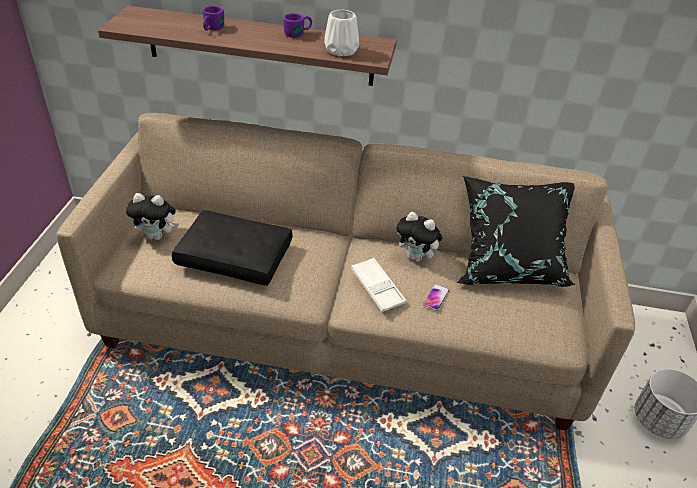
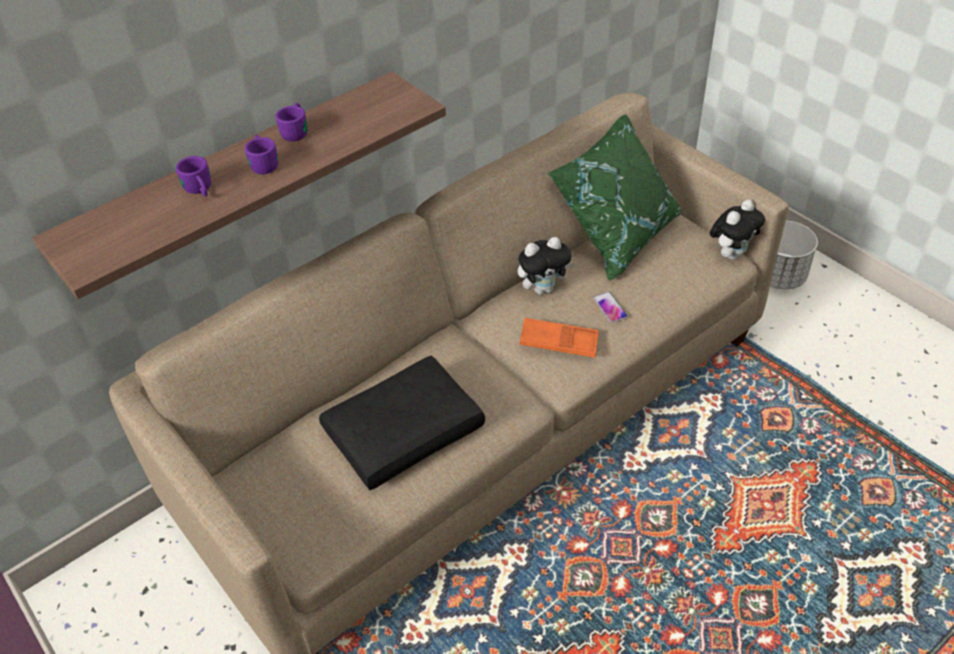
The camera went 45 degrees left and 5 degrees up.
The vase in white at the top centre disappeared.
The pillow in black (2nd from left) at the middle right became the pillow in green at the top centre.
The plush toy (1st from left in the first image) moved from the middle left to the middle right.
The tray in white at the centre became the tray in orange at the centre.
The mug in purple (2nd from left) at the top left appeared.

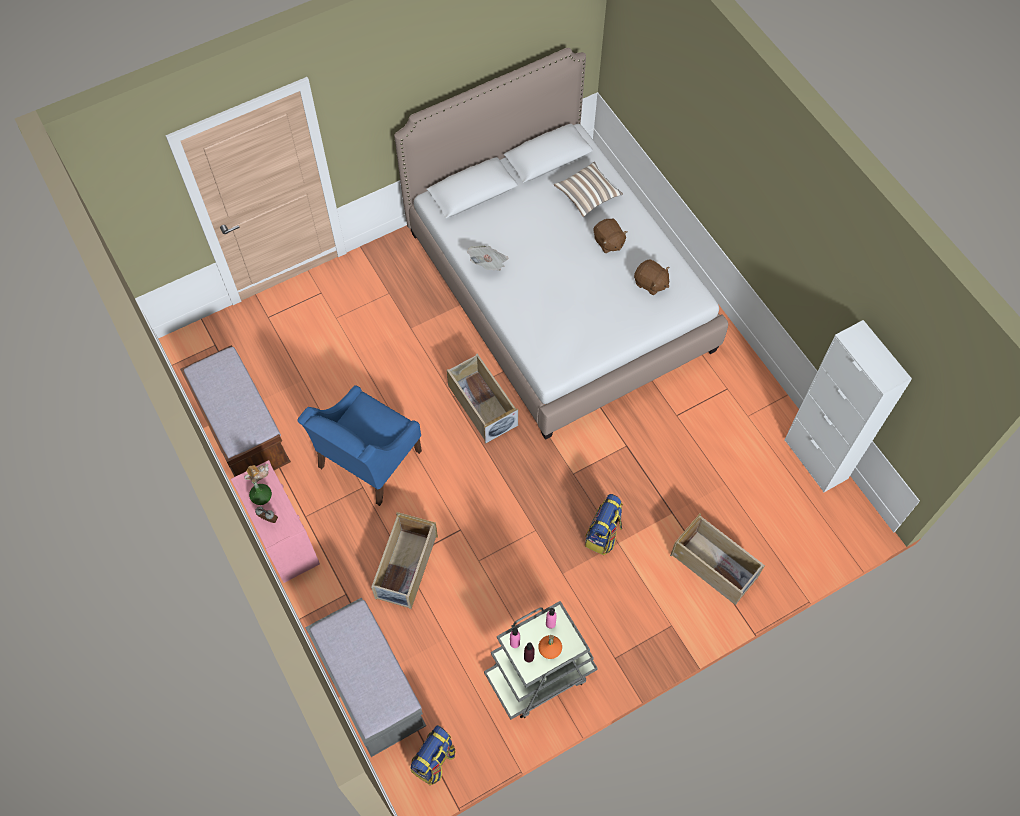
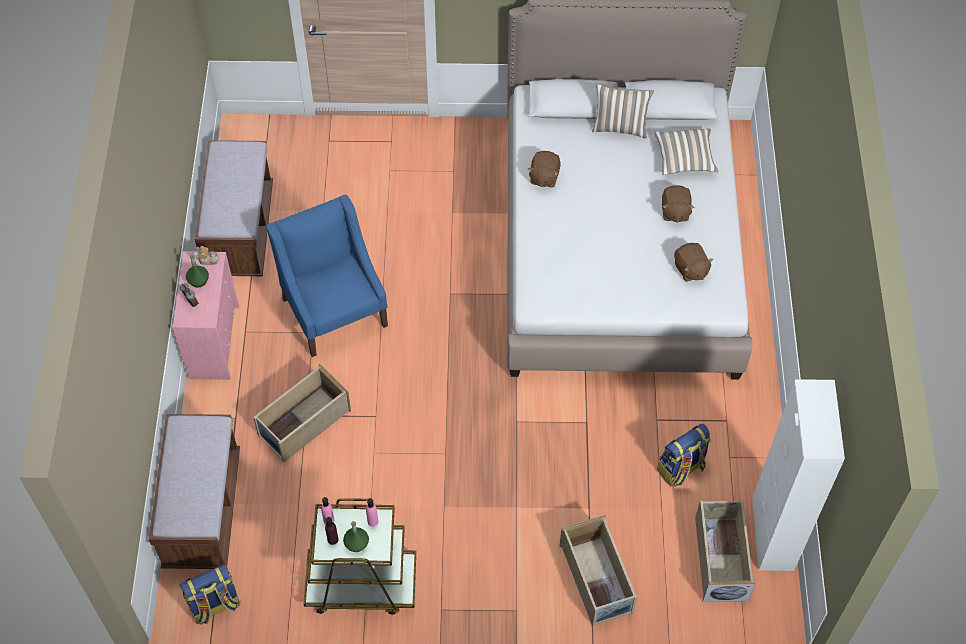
The camera went 30 degrees right and 5 degrees down.
The newspaper at the top centre was replaced by the plush toy in brown (1st from left) at the top centre.
The storage box in beige (2nd from left in the first image) moved from the centre to the bottom right.
The armchair in blue at the centre turned 90 degrees clockwise.
The backpack (2nd from left) moved from the centre to the bottom right.
The bench in grey at the bottom centre became the bench in brown (1st from left) at the bottom left.
The cart in grey at the bottom centre became the cart in brown at the bottom centre.
The bottle in orange at the bottom centre became the bottle in green (2nd from left) at the bottom centre.
The pillow (1st from left) at the top centre appeared.

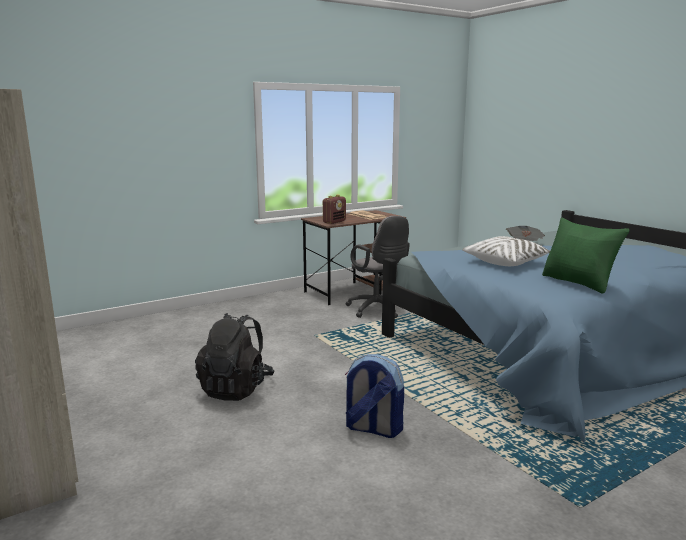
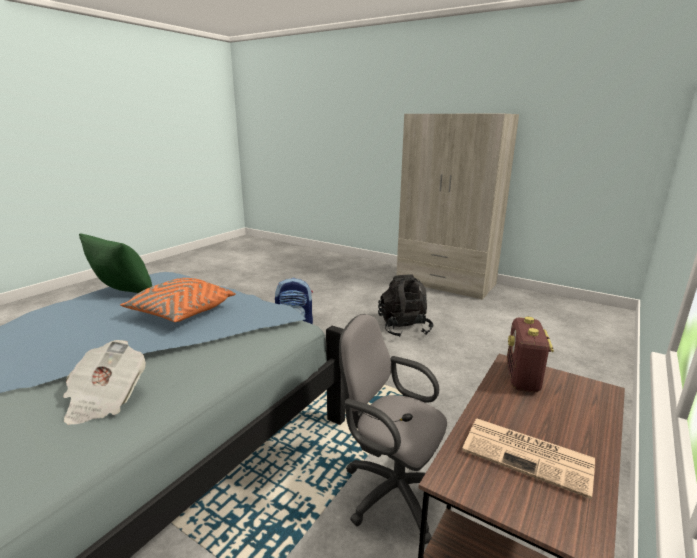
The camera went 155 degrees right and 5 degrees up.
The pillow in white at the middle right became the pillow in orange at the middle left.

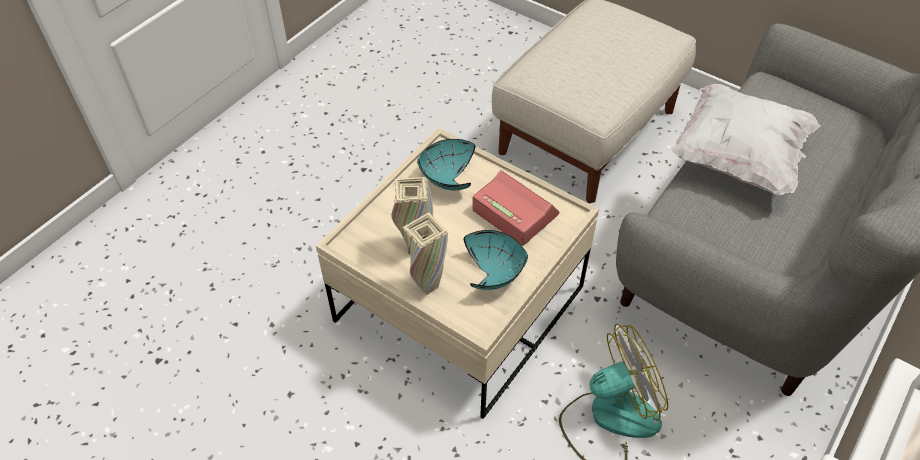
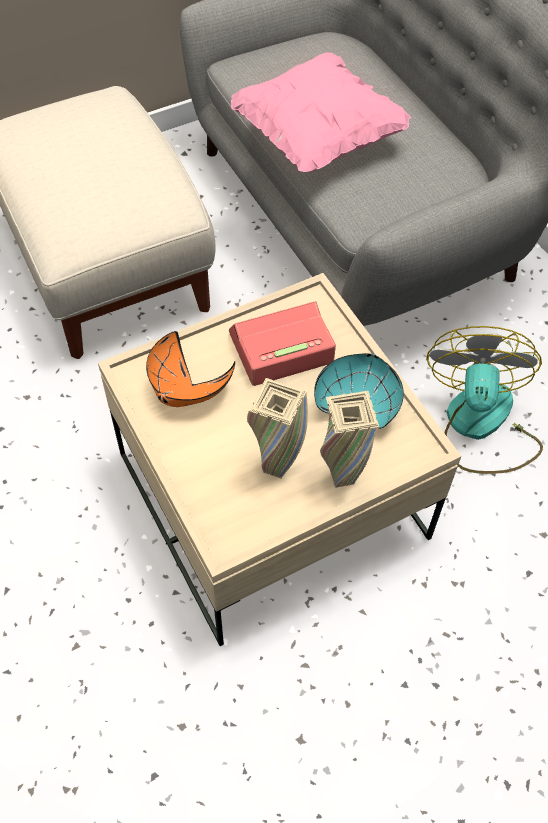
The camera went 65 degrees left and 5 degrees up.
The pillow in white at the top right became the pillow in pink at the top centre.
The bowl in turquoise (1st from left) at the centre became the bowl in orange at the centre.

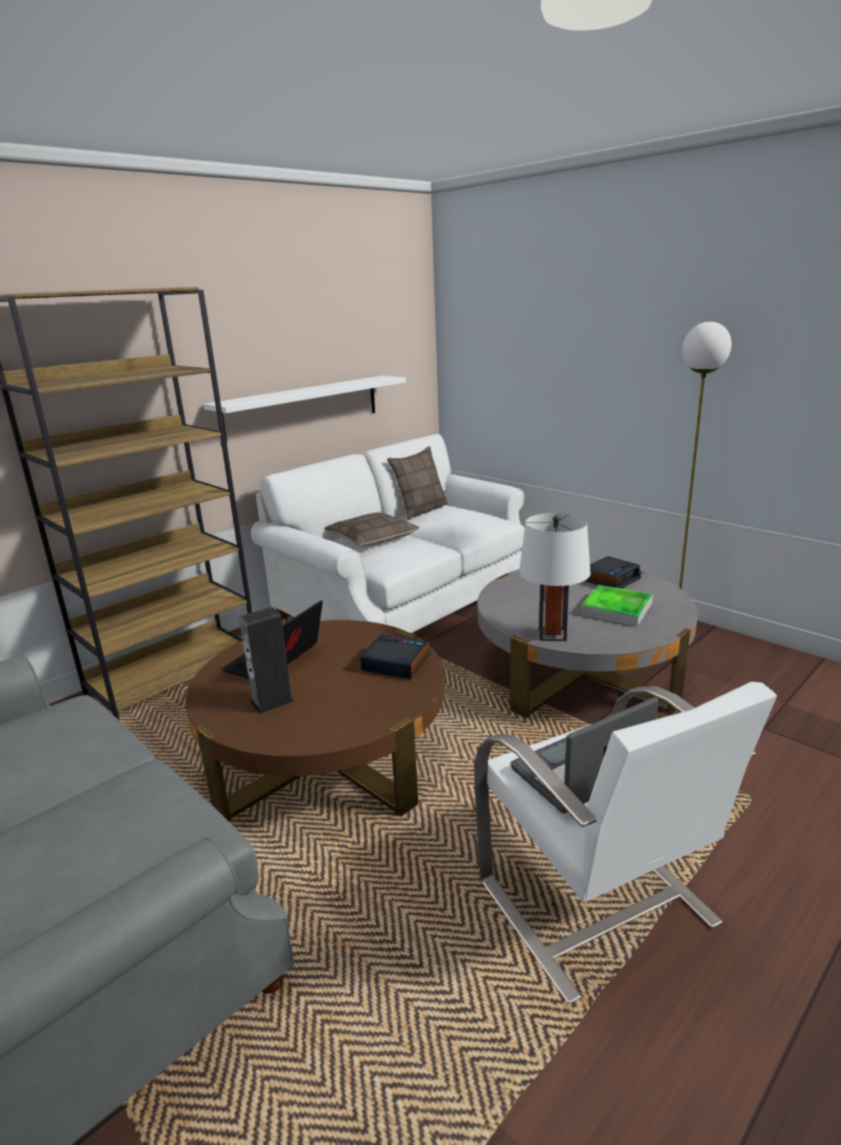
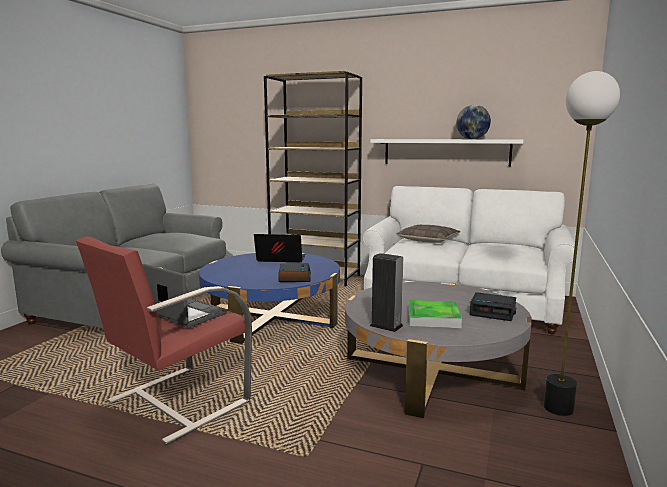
The camera went 65 degrees right and 10 degrees down.
The pillow (2nd from left) at the centre disappeared.
The table lamp in white at the centre disappeared.
The speaker moved from the middle left to the centre.
The coffee table in brown at the centre became the coffee table in blue at the centre.
The armchair in white at the bottom right became the armchair in red at the bottom left.
The globe at the top right appeared.

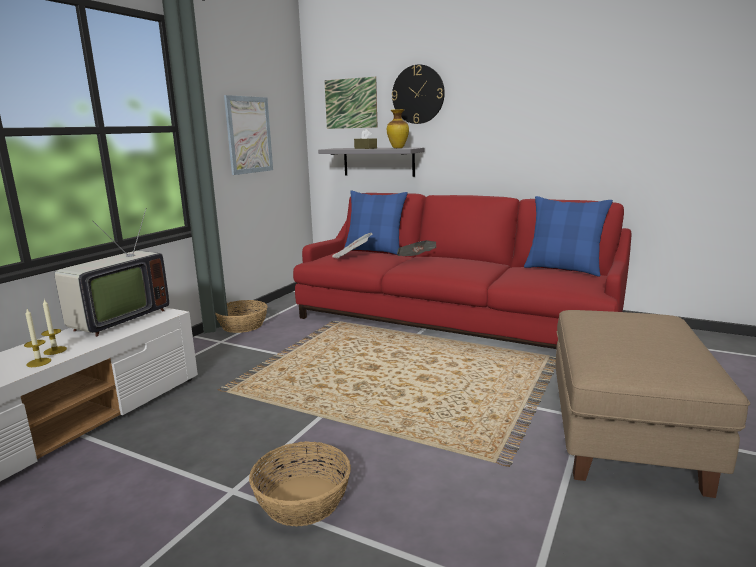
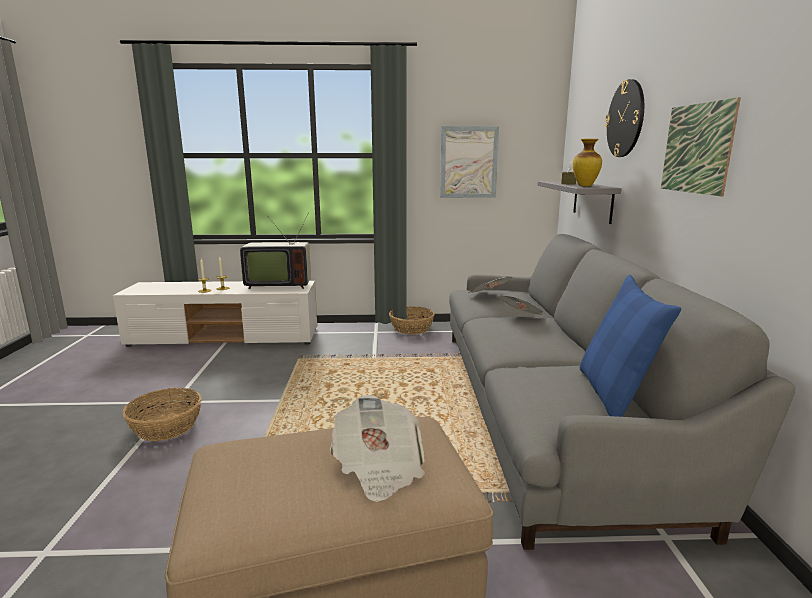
The camera went 60 degrees right and 0 degrees up.
The picture (2nd from left) moved from the top centre to the top right.
The pillow in blue (1st from left) at the centre disappeared.
The sofa in red at the centre became the sofa in grey at the middle right.
The newspaper (1st from left) at the bottom centre appeared.

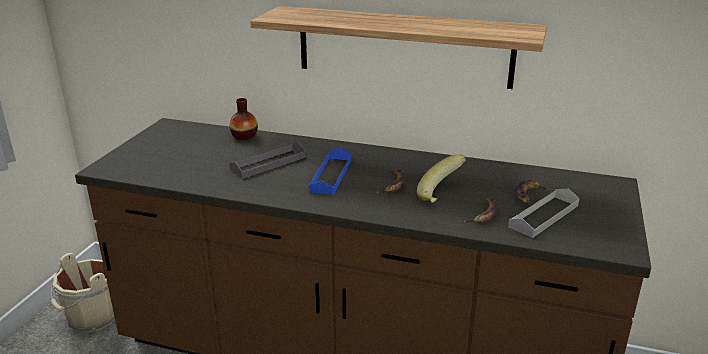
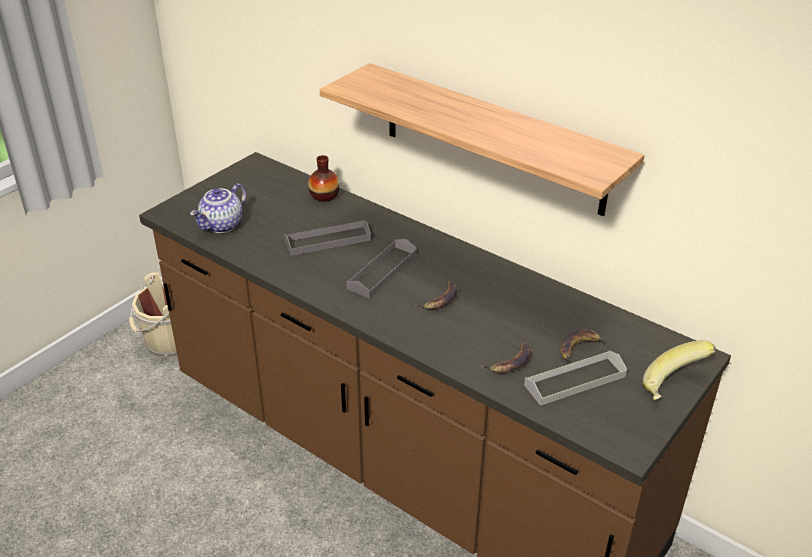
The camera went 20 degrees right and 10 degrees up.
The tray in blue at the centre became the tray in grey (2nd from left) at the centre.
The banana (2nd from left in the first image) moved from the centre to the middle right.
The teapot at the middle left appeared.

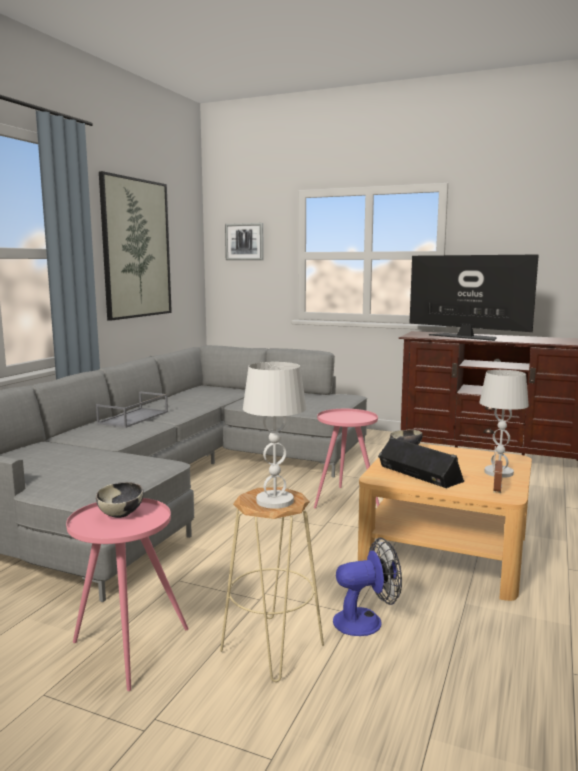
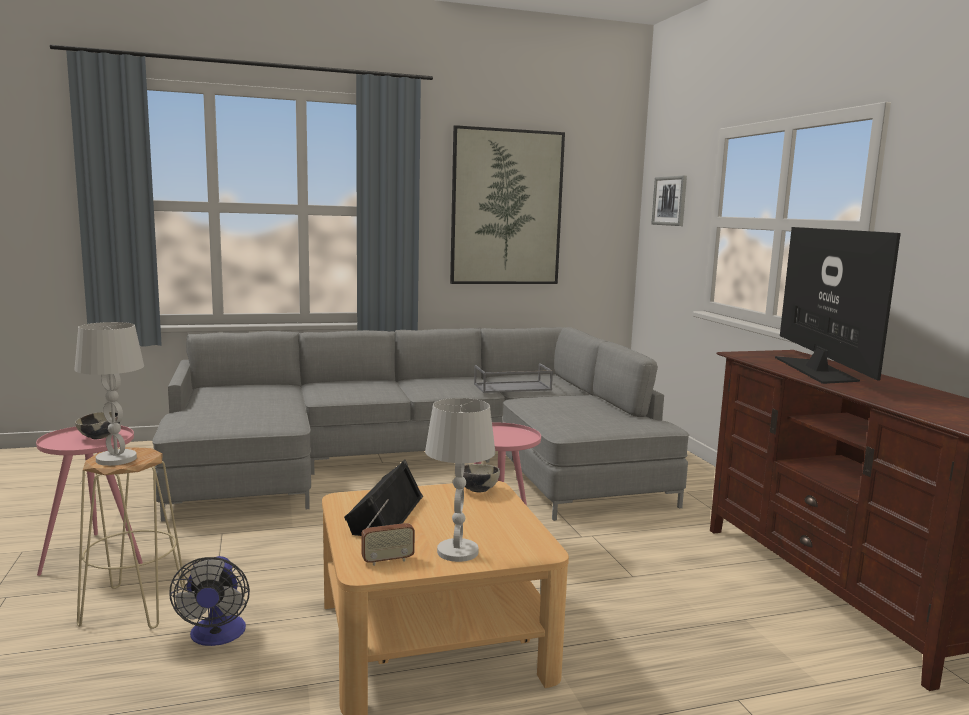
The camera went 50 degrees right and 0 degrees up.
The tray in grey moved from the middle left to the centre.
The fan at the bottom centre turned 45 degrees clockwise.

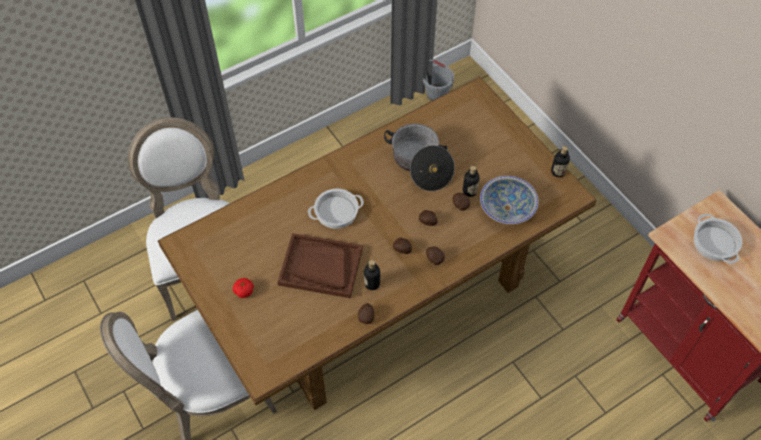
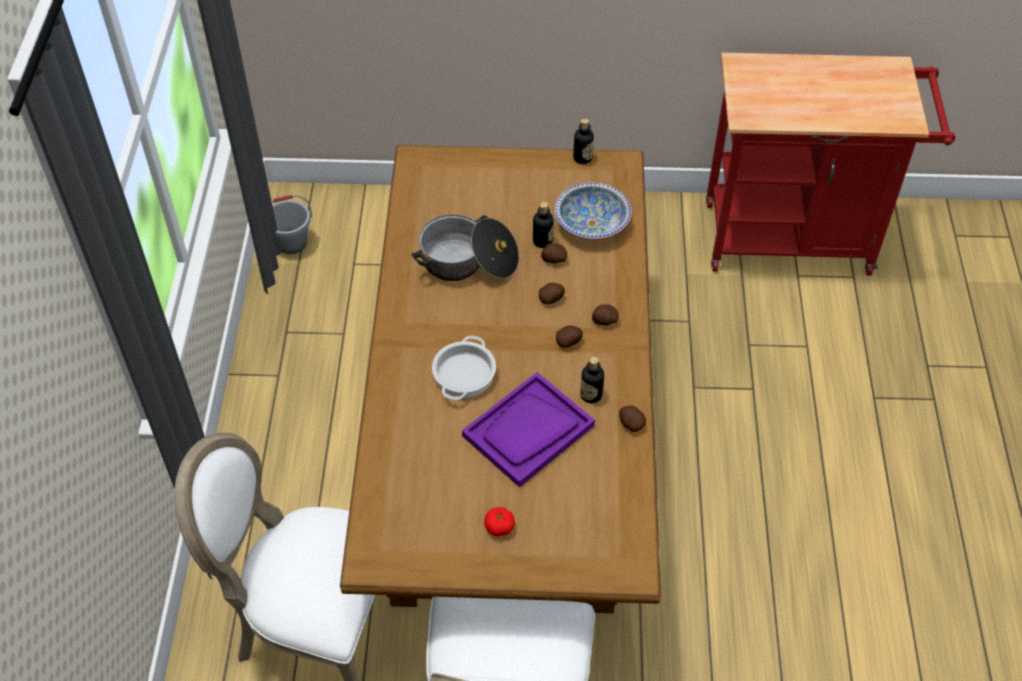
The camera went 55 degrees left and 5 degrees down.
The cooking pot (3rd from left) at the middle right disappeared.
The tray in brown at the centre became the tray in purple at the centre.

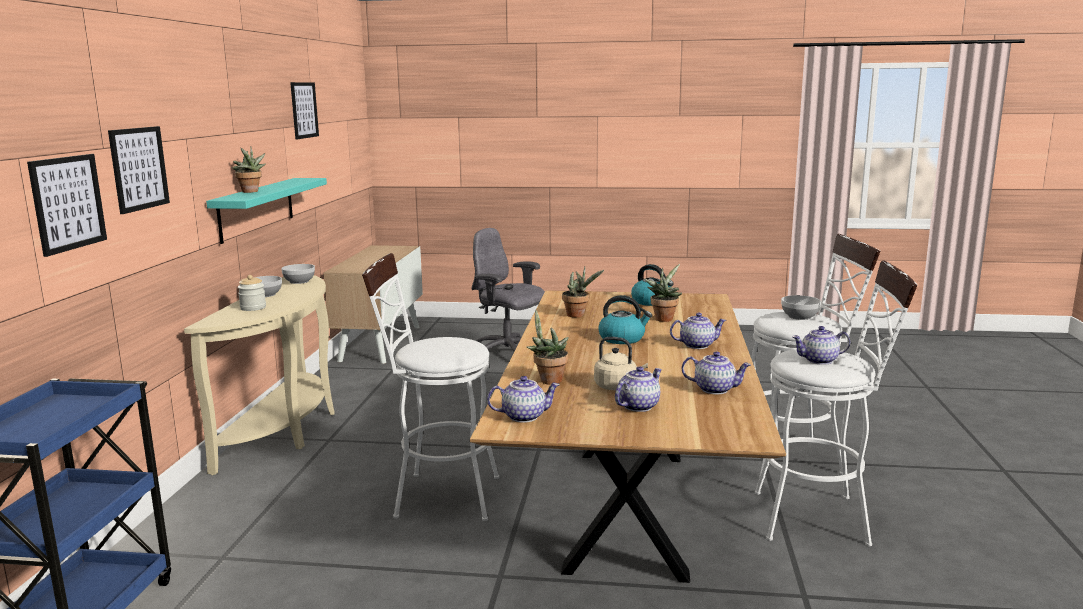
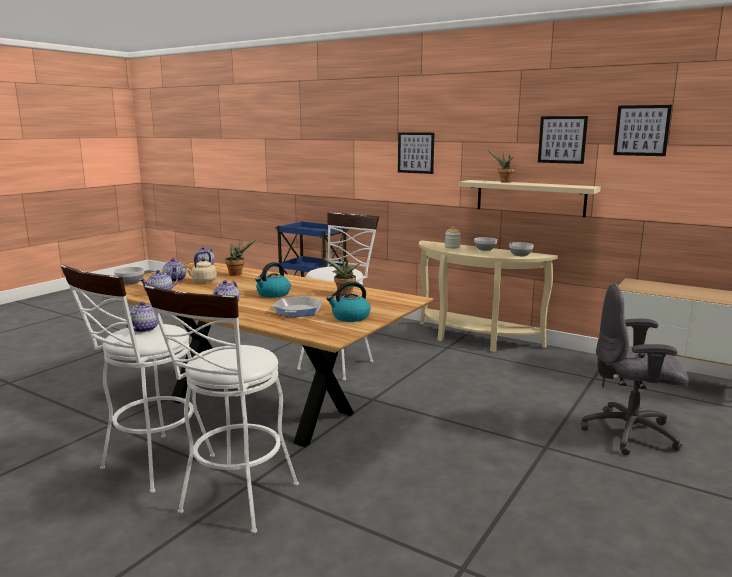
The camera went 115 degrees right and 0 degrees up.
The picture (1st from left in the first image) moved from the middle left to the top right.
The shelf in turquoise at the middle left became the shelf in beige at the middle right.
The office chair in grey at the centre turned 135 degrees counterclockwise.
The potted plant (4th from left) at the centre was replaced by the frying pan at the centre.
The bowl (3rd from left in the first image) moved from the middle right to the middle left.

